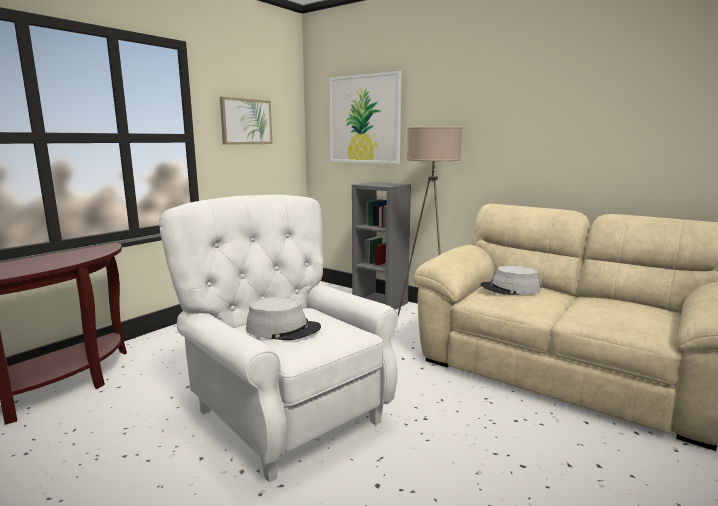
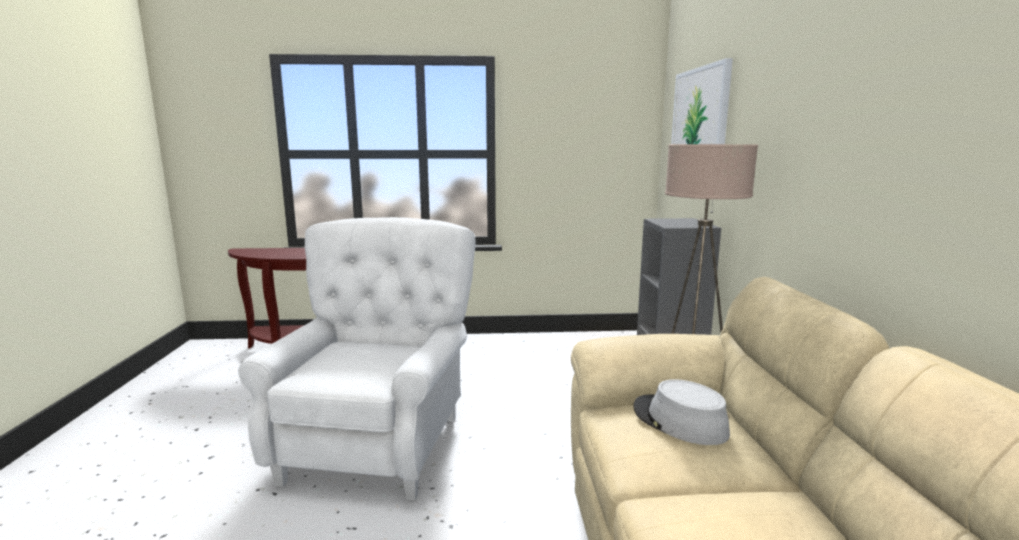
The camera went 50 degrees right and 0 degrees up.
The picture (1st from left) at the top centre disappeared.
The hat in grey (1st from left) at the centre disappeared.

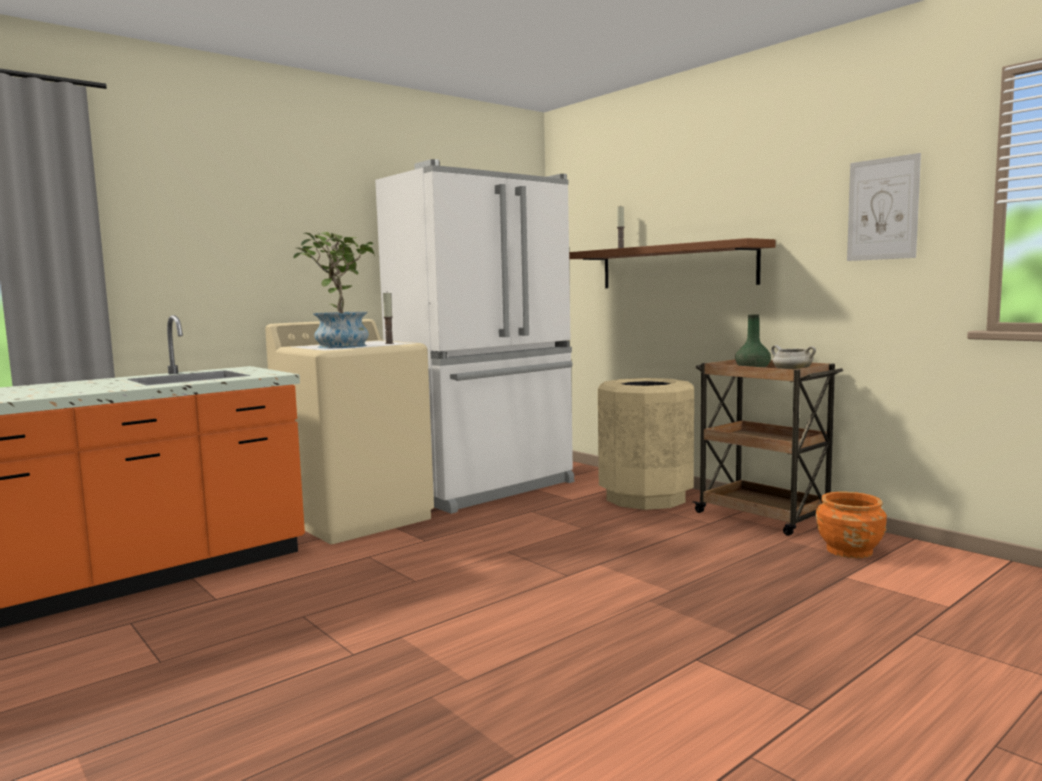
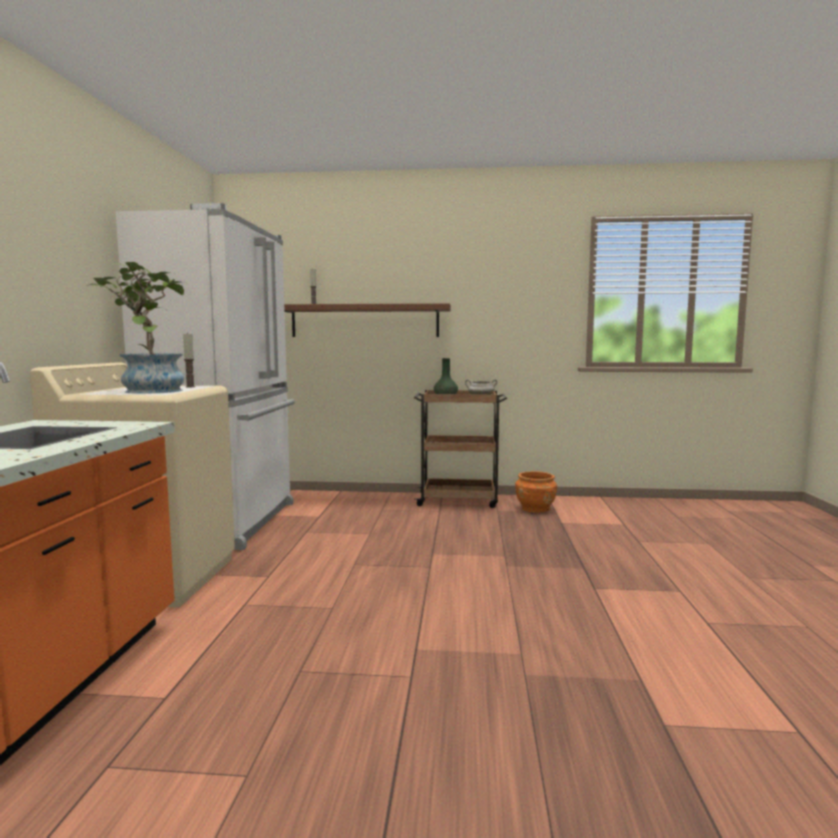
The camera went 45 degrees left and 0 degrees up.
The picture at the top right disappeared.
The trash can in beige at the centre disappeared.

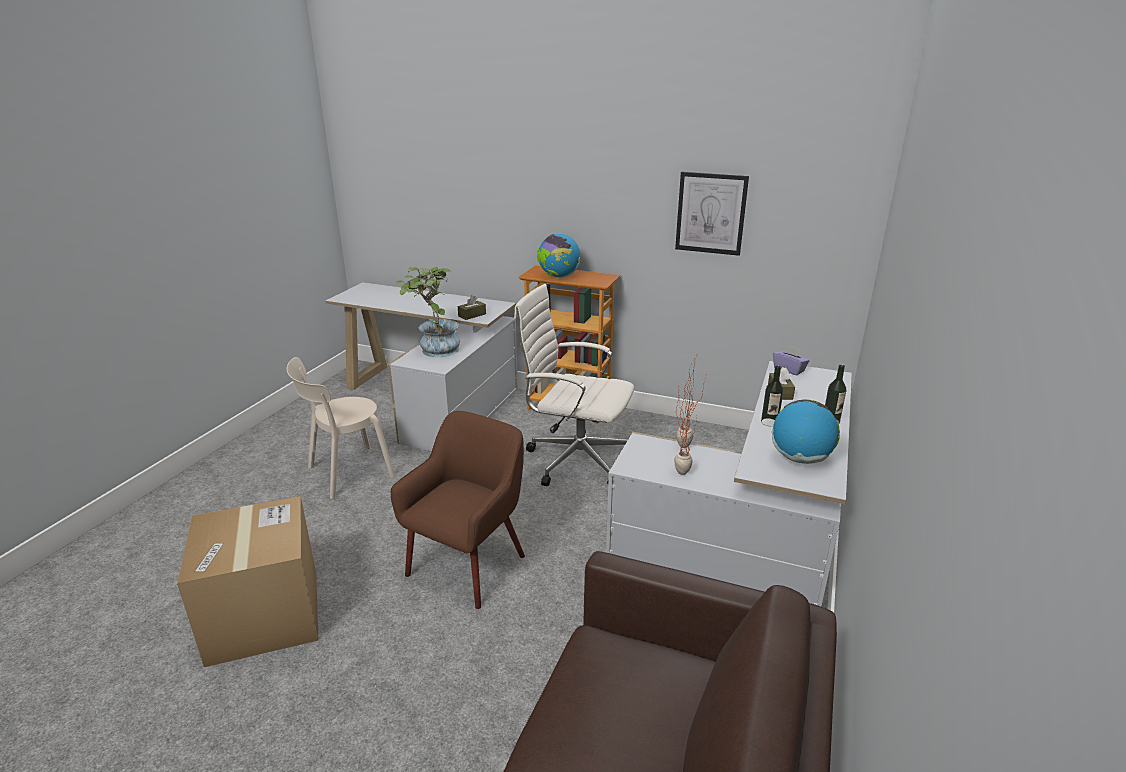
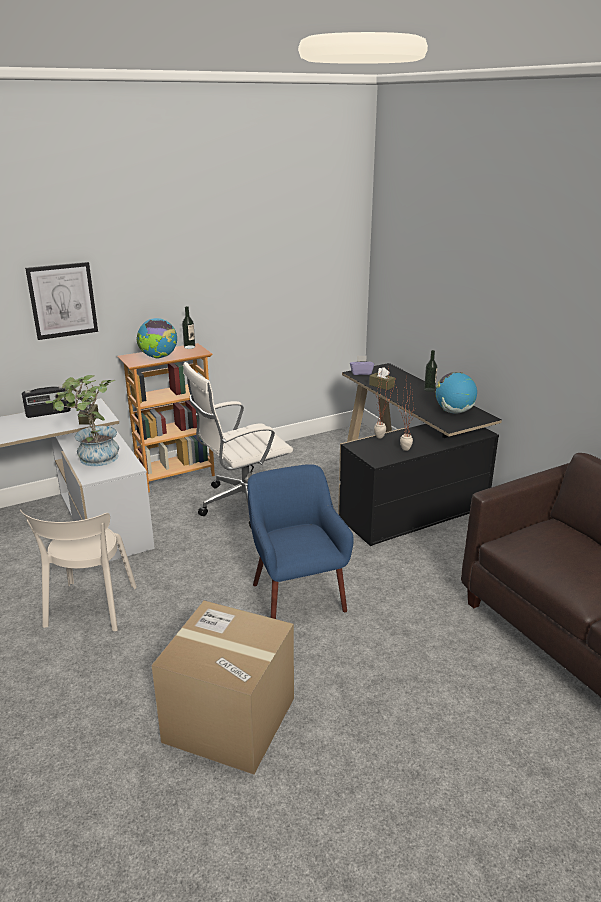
The camera went 50 degrees left and 0 degrees up.
The picture moved from the top centre to the middle left.
The desk in white (2nd from left) at the centre became the desk in black at the middle right.
The bottle (1st from left) moved from the middle right to the middle left.
The armchair in brown at the centre became the armchair in blue at the centre.
The radio at the middle left appeared.

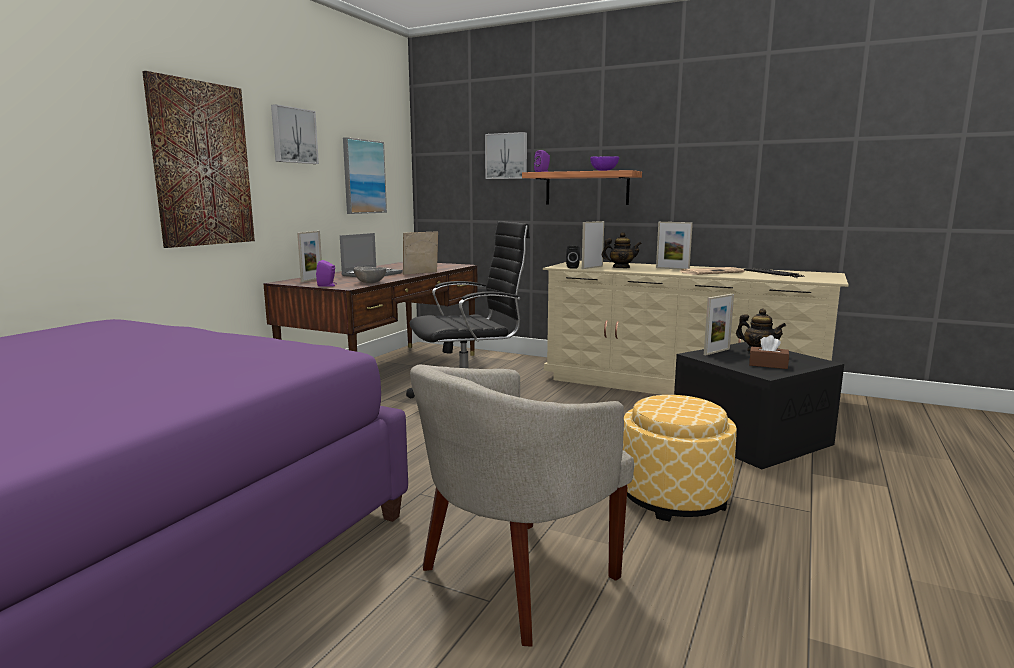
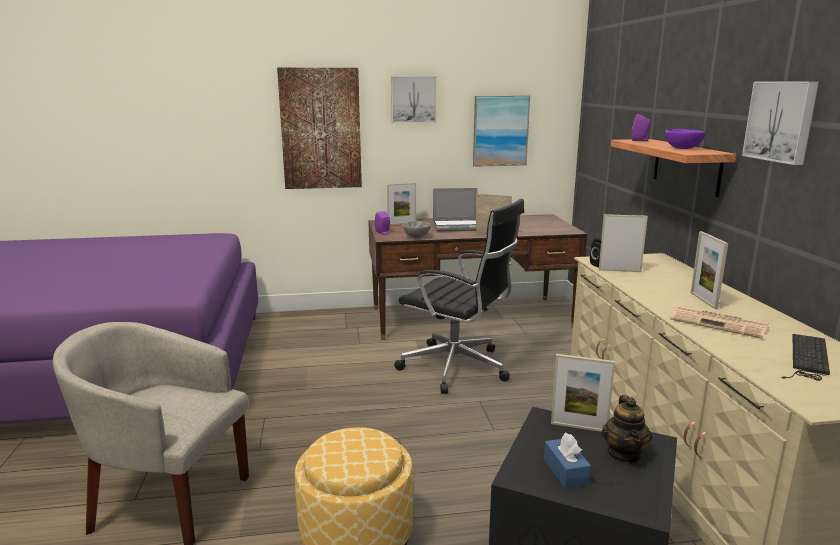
The camera went 55 degrees right and 5 degrees up.
The picture (4th from left) moved from the top centre to the top right.
The teapot (1st from left) at the centre disappeared.
The tissue box in brown at the middle right became the tissue box in blue at the bottom right.

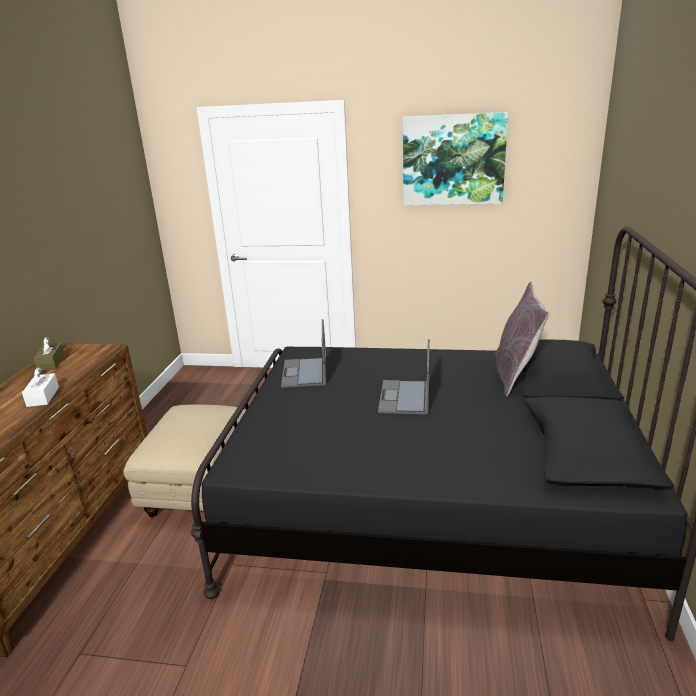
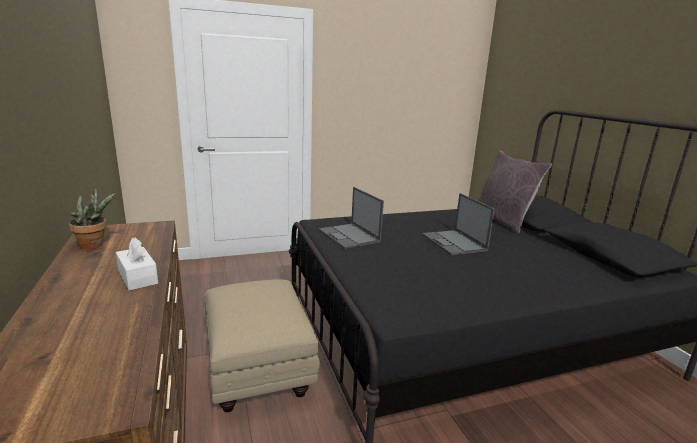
The camera went 30 degrees left and 5 degrees down.
The picture at the top centre disappeared.
The tissue box in brown at the middle left was replaced by the potted plant at the middle left.

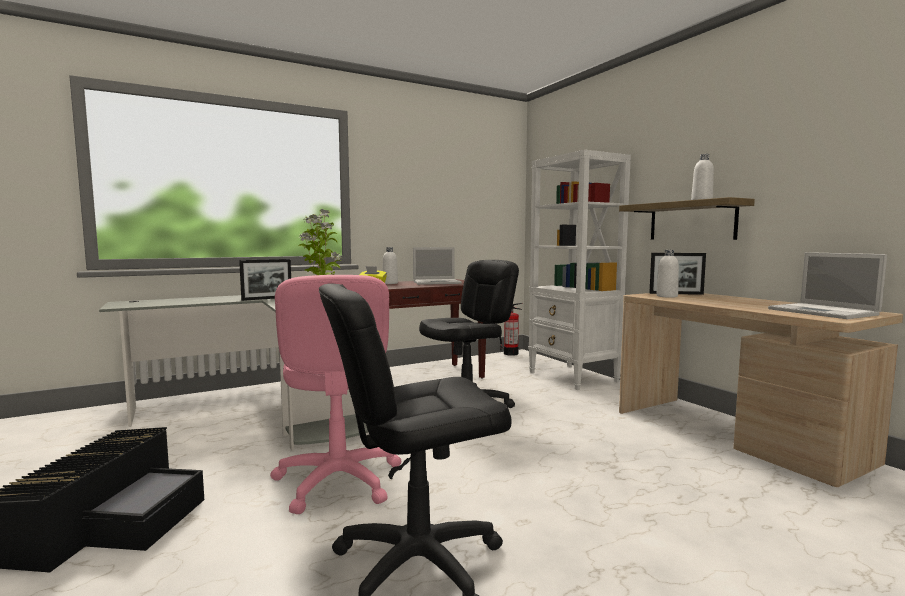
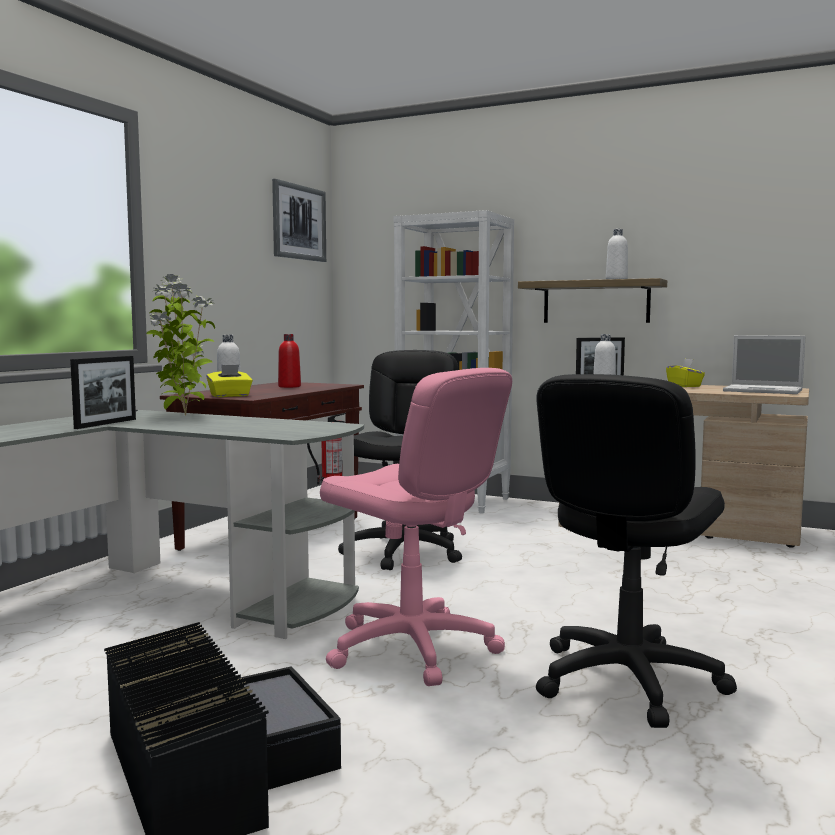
The camera went 35 degrees left and 0 degrees up.
The laptop (1st from left) at the centre was replaced by the bottle in red at the centre.
The picture at the top centre appeared.
The tissue box in yellow (2nd from left) at the middle right appeared.

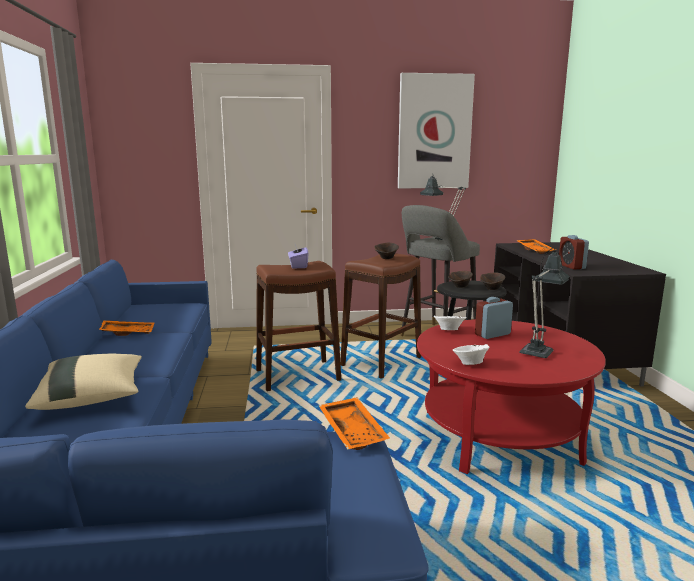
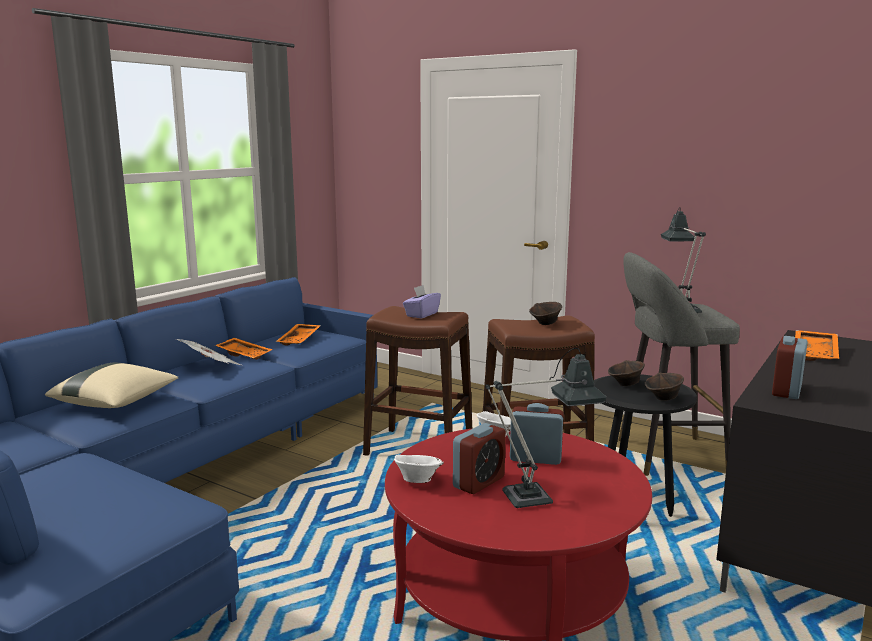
The camera went 40 degrees right and 0 degrees up.
The picture at the top centre disappeared.
The tray in orange (2nd from left) moved from the bottom centre to the centre.
The newspaper at the middle left appeared.
The alarm clock (1st from left) at the bottom centre appeared.

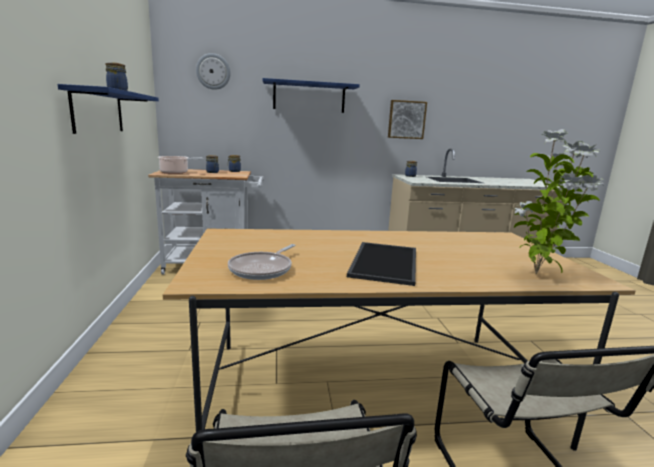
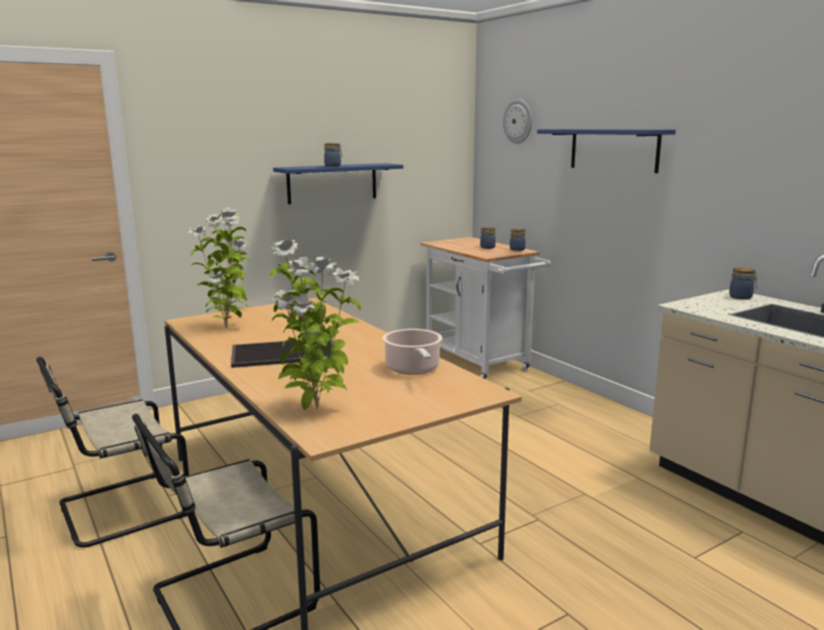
The camera went 65 degrees right and 0 degrees up.
The picture at the top centre disappeared.
The cooking pot moved from the middle left to the centre.
The frying pan at the centre was replaced by the potted plant (1st from left) at the middle left.

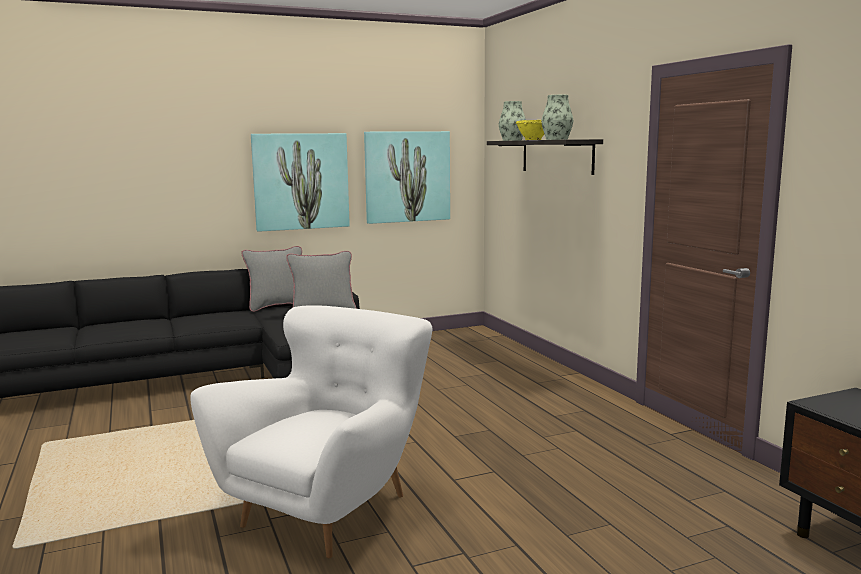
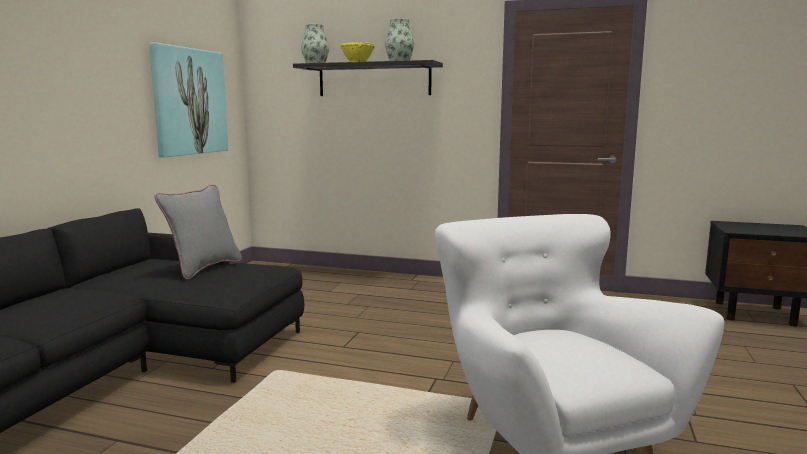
The camera went 50 degrees left and 0 degrees up.
The picture (1st from left) at the top centre disappeared.
The pillow in grey (1st from left) at the middle left disappeared.

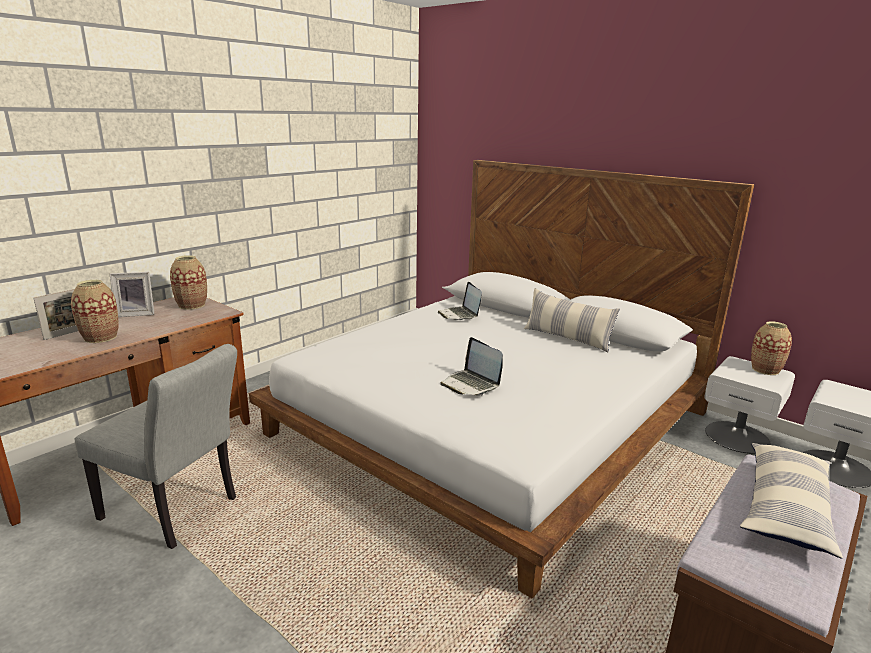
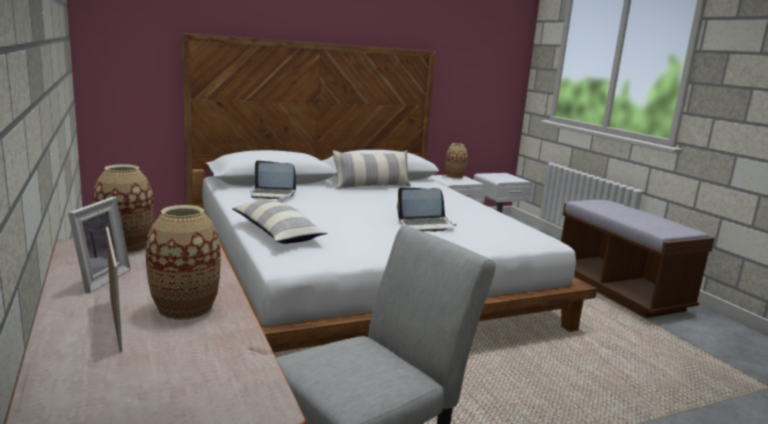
The camera went 65 degrees left and 5 degrees down.
The pillow (2nd from left in the first image) moved from the bottom right to the centre.

